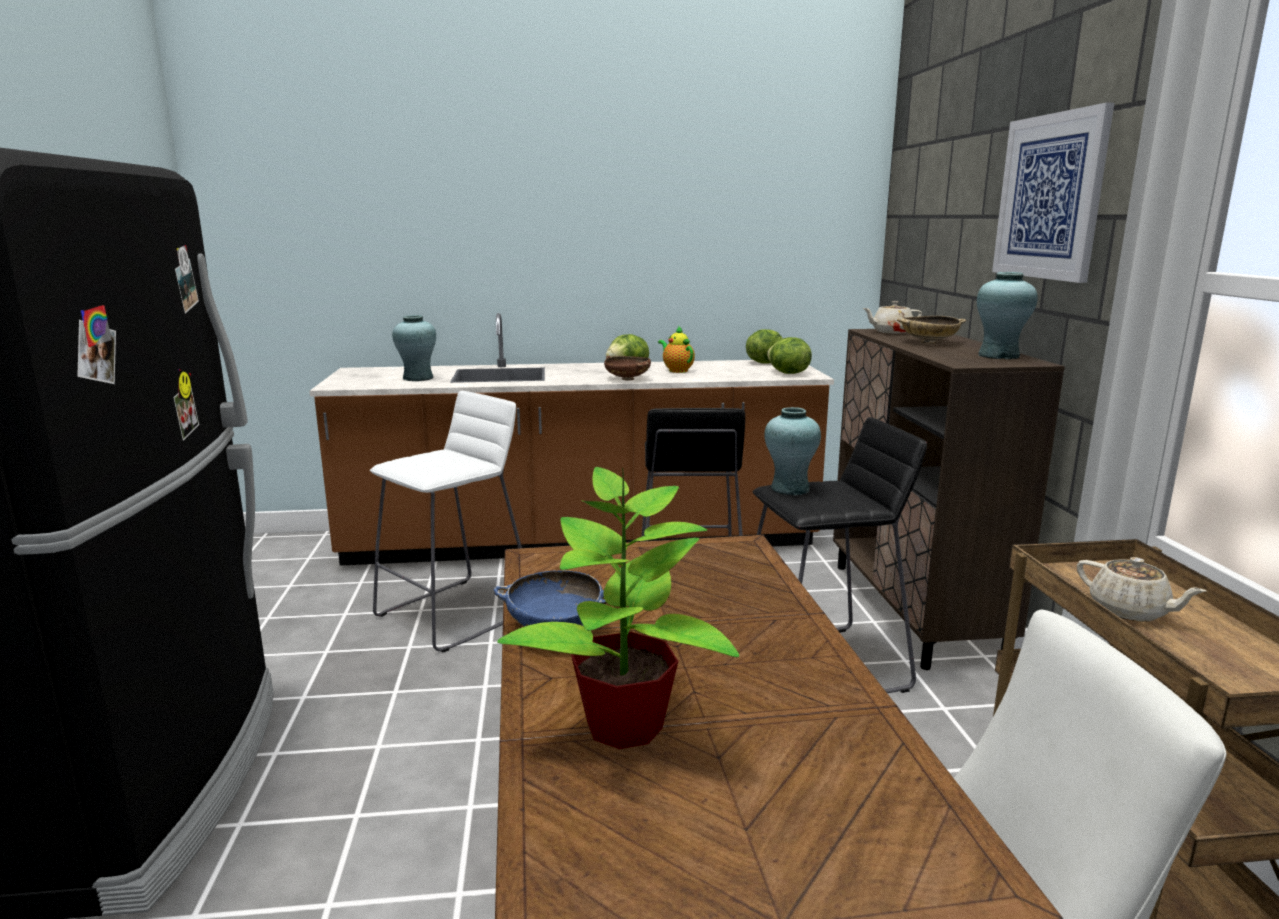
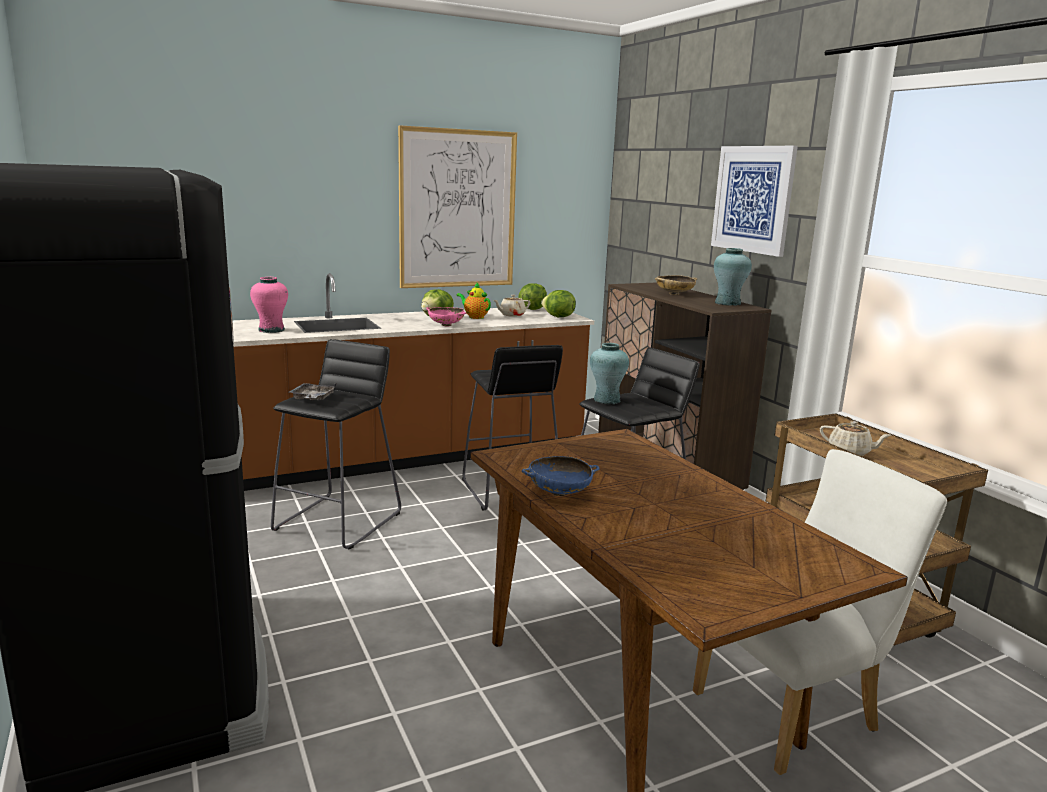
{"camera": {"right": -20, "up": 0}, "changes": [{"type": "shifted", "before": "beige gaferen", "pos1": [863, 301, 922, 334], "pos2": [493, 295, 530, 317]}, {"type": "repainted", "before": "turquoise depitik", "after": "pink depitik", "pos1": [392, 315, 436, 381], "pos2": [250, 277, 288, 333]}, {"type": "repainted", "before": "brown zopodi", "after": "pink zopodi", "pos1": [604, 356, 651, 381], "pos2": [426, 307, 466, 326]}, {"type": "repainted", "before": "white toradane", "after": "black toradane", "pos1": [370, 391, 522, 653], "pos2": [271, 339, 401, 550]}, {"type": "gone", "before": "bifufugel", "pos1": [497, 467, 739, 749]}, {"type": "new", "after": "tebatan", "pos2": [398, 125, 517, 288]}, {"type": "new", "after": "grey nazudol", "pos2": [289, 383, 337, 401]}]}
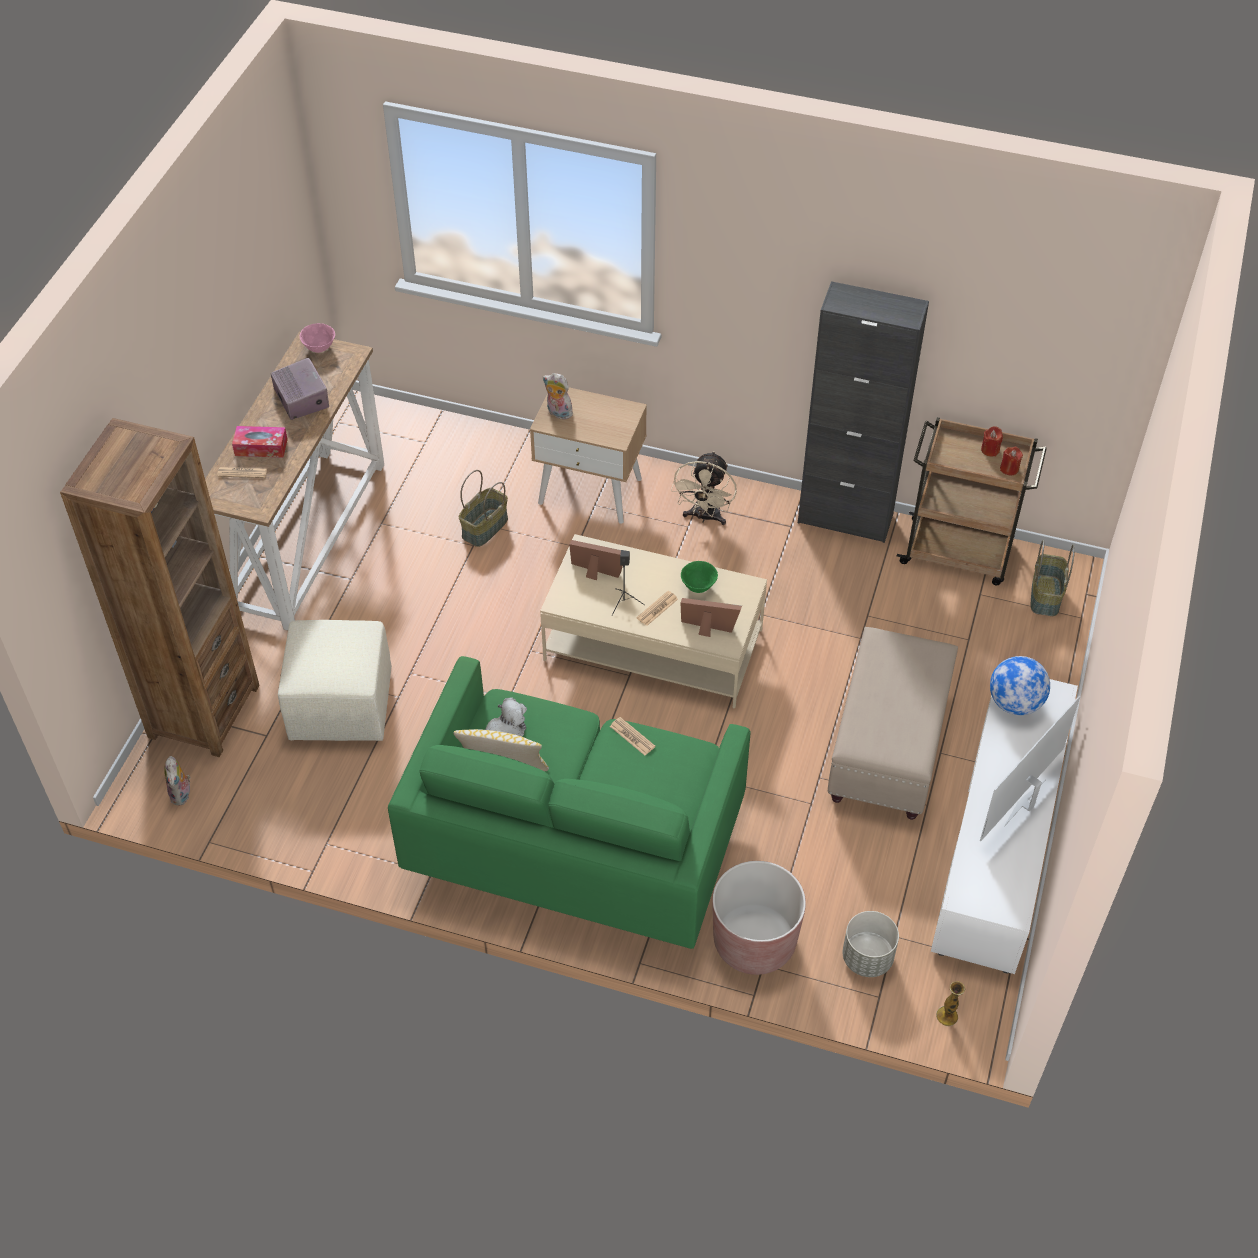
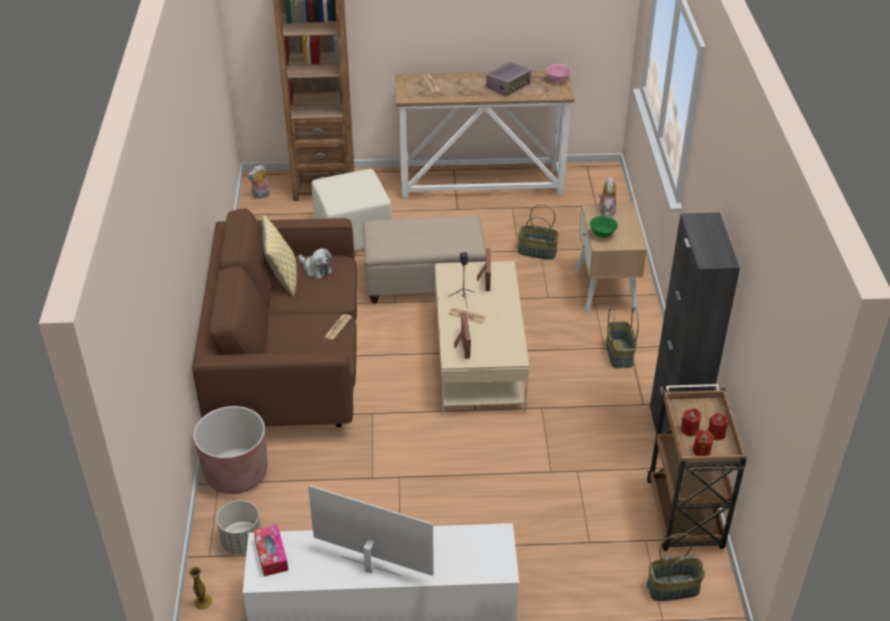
{"camera": {"right": 70, "up": -10}, "changes": [{"type": "shifted", "before": "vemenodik", "pos1": [232, 426, 288, 458], "pos2": [253, 524, 288, 576]}, {"type": "swapped", "before": "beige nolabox", "after": "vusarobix", "pos1": [671, 451, 737, 525], "pos2": [606, 307, 639, 369]}, {"type": "shifted", "before": "green zopodi", "pos1": [681, 561, 718, 593], "pos2": [590, 216, 618, 238]}, {"type": "shifted", "before": "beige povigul", "pos1": [828, 627, 958, 820], "pos2": [363, 216, 486, 304]}, {"type": "repainted", "before": "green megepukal", "after": "brown megepukal", "pos1": [388, 656, 751, 949], "pos2": [192, 208, 358, 427]}, {"type": "gone", "before": "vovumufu", "pos1": [990, 656, 1050, 715]}, {"type": "new", "after": "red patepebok", "pos2": [681, 408, 701, 437]}]}
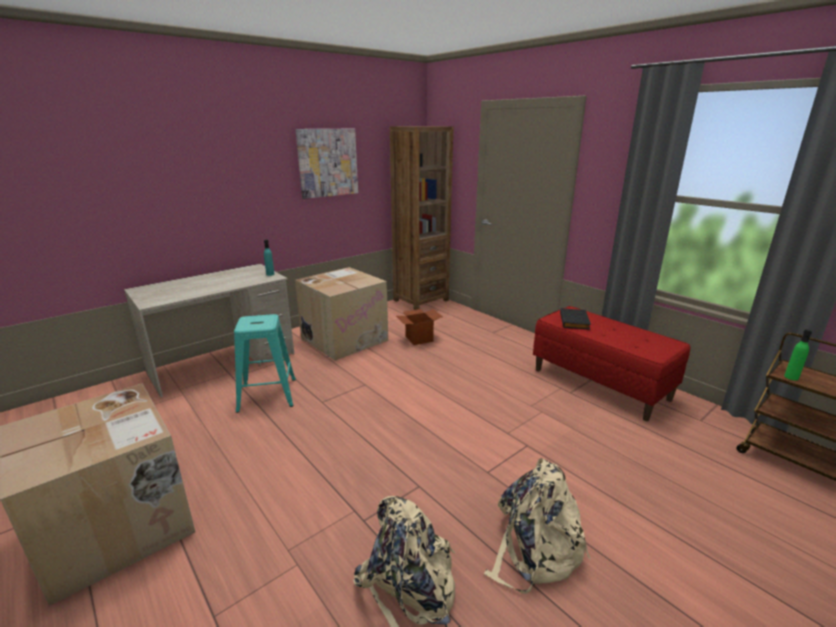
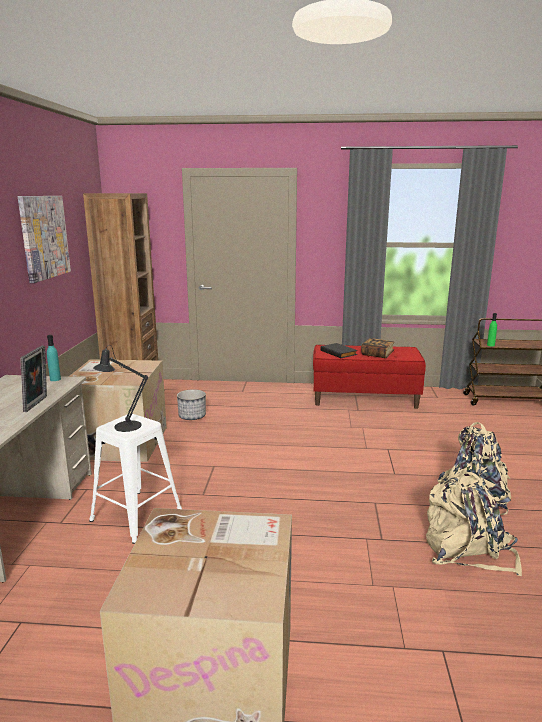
{"camera": {"right": -45, "up": -5}, "changes": [{"type": "swapped", "before": "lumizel", "after": "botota", "pos1": [396, 309, 443, 345], "pos2": [177, 389, 206, 420]}, {"type": "repainted", "before": "turquoise toradane", "after": "white toradane", "pos1": [234, 314, 296, 413], "pos2": [89, 414, 182, 544]}, {"type": "new", "after": "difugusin", "pos2": [361, 338, 394, 358]}, {"type": "new", "after": "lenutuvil", "pos2": [20, 346, 47, 412]}, {"type": "new", "after": "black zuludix", "pos2": [93, 346, 148, 432]}]}
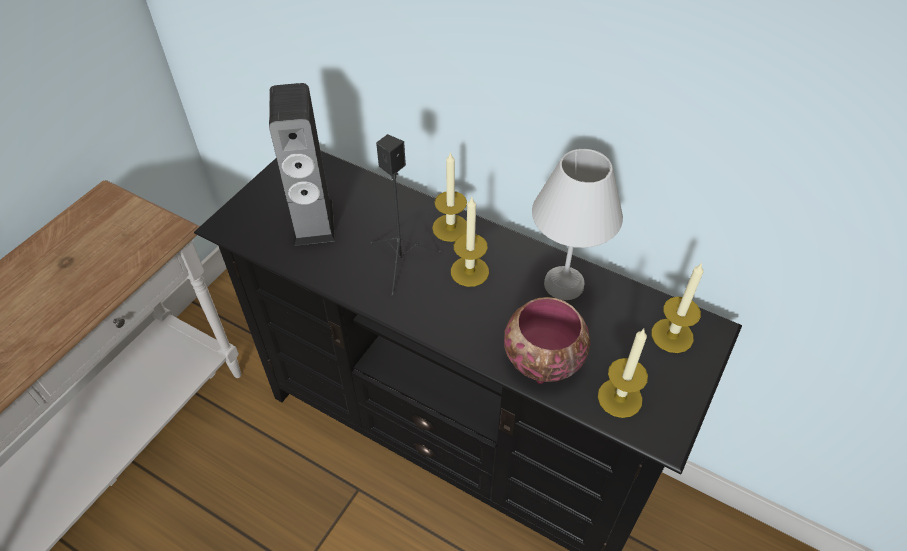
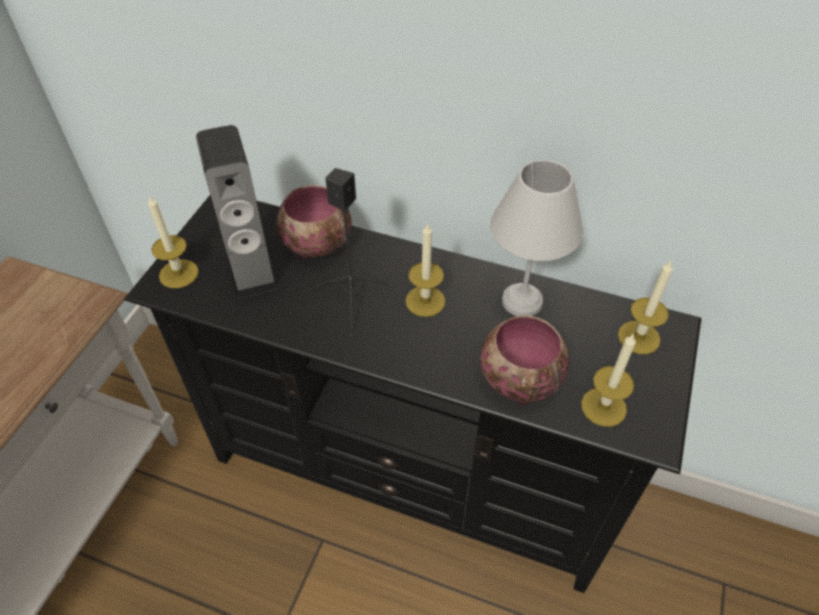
{"camera": {"right": -10, "up": 0}, "changes": [{"type": "shifted", "before": "patepebok", "pos1": [432, 151, 467, 242], "pos2": [148, 195, 199, 288]}, {"type": "new", "after": "zopodi", "pos2": [276, 185, 352, 259]}]}
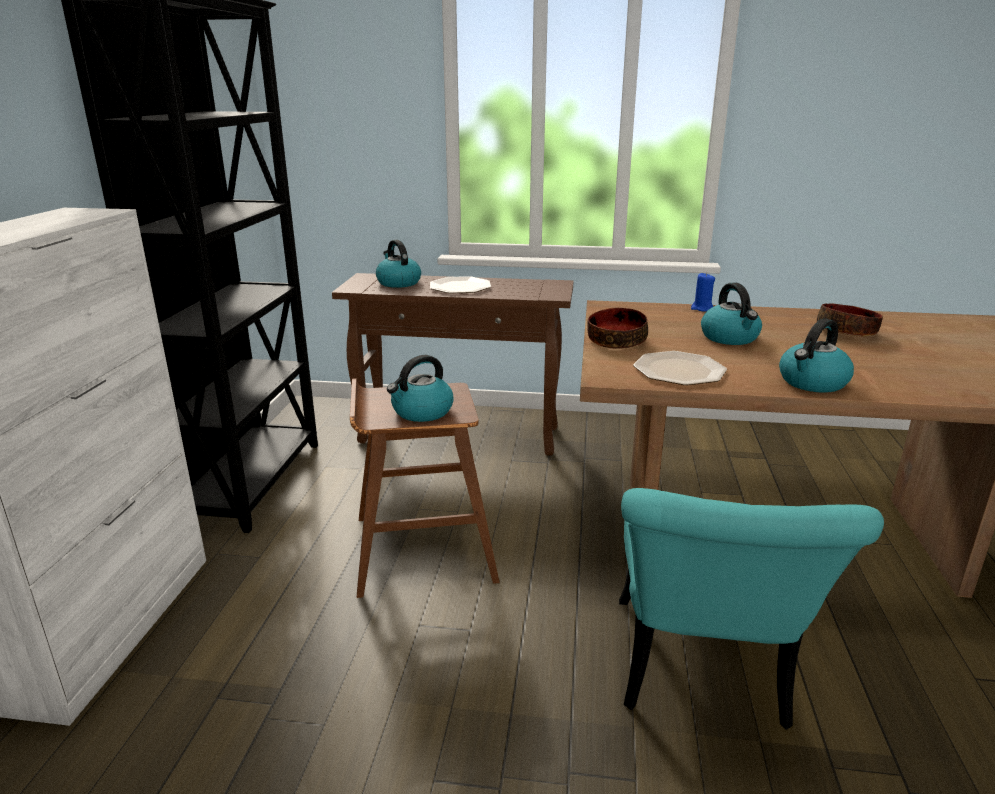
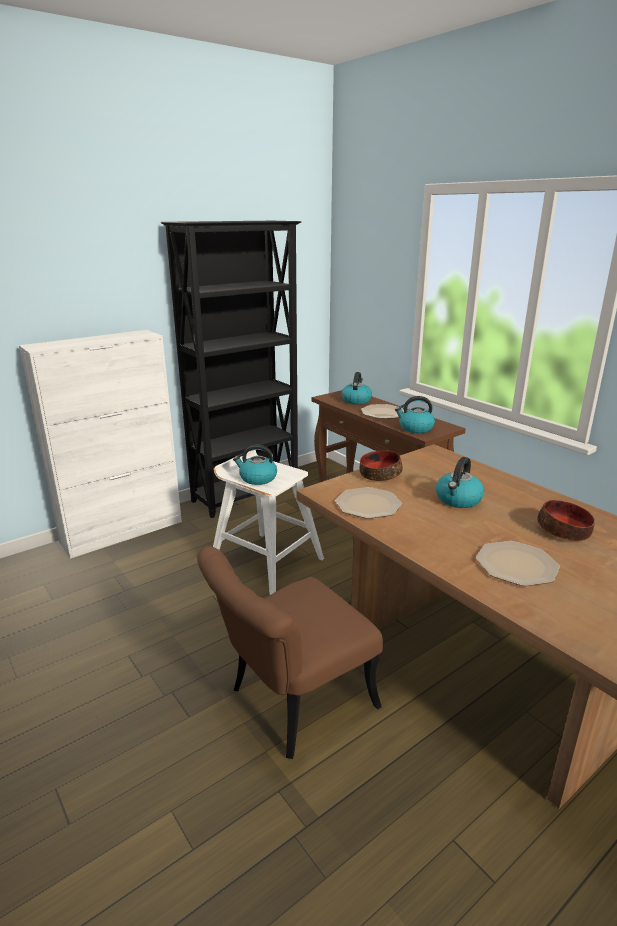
{"camera": {"right": 45, "up": 0}, "changes": [{"type": "gone", "before": "blue patepebok", "pos1": [691, 273, 715, 311]}, {"type": "shifted", "before": "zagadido", "pos1": [779, 319, 854, 393], "pos2": [395, 396, 435, 433]}, {"type": "repainted", "before": "brown toradane", "after": "white toradane", "pos1": [350, 378, 500, 598], "pos2": [213, 450, 324, 595]}, {"type": "repainted", "before": "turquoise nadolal", "after": "brown nadolal", "pos1": [619, 488, 884, 730], "pos2": [197, 546, 383, 759]}, {"type": "new", "after": "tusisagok", "pos2": [476, 541, 560, 586]}]}
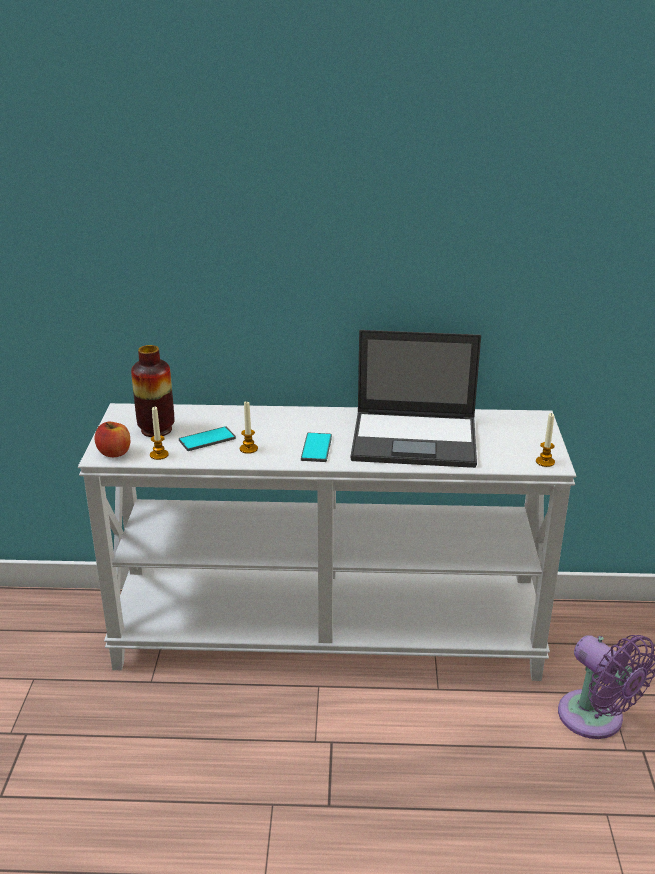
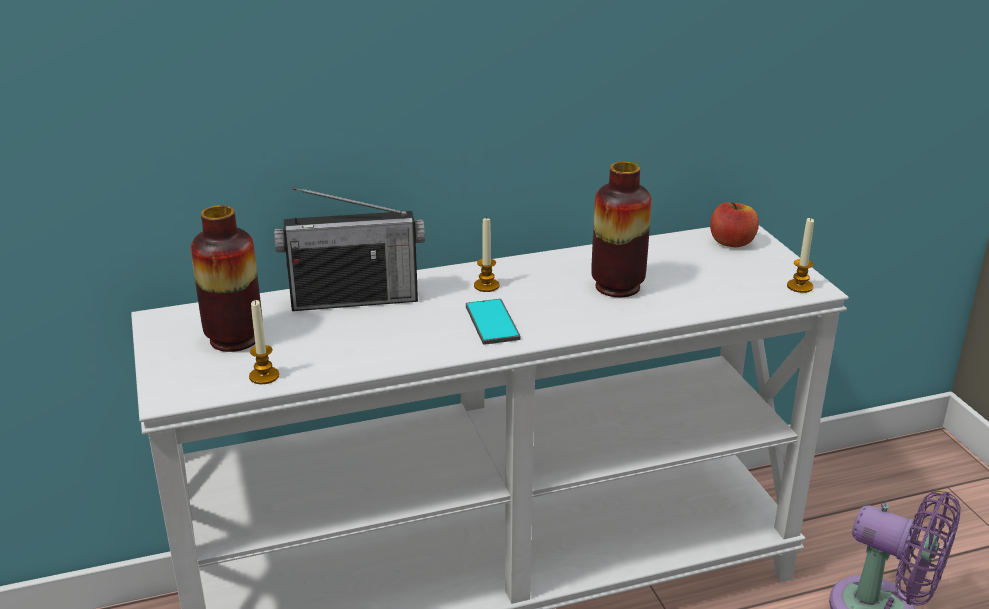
{"camera": {"right": -20, "up": 0}, "changes": [{"type": "swapped", "before": "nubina", "after": "depitik", "pos1": [350, 330, 481, 468], "pos2": [591, 162, 652, 297]}, {"type": "shifted", "before": "patepebok", "pos1": [240, 400, 258, 454], "pos2": [474, 216, 500, 292]}, {"type": "shifted", "before": "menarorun", "pos1": [95, 422, 130, 457], "pos2": [710, 202, 759, 247]}, {"type": "gone", "before": "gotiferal", "pos1": [179, 426, 236, 451]}, {"type": "new", "after": "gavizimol", "pos2": [274, 187, 425, 311]}]}
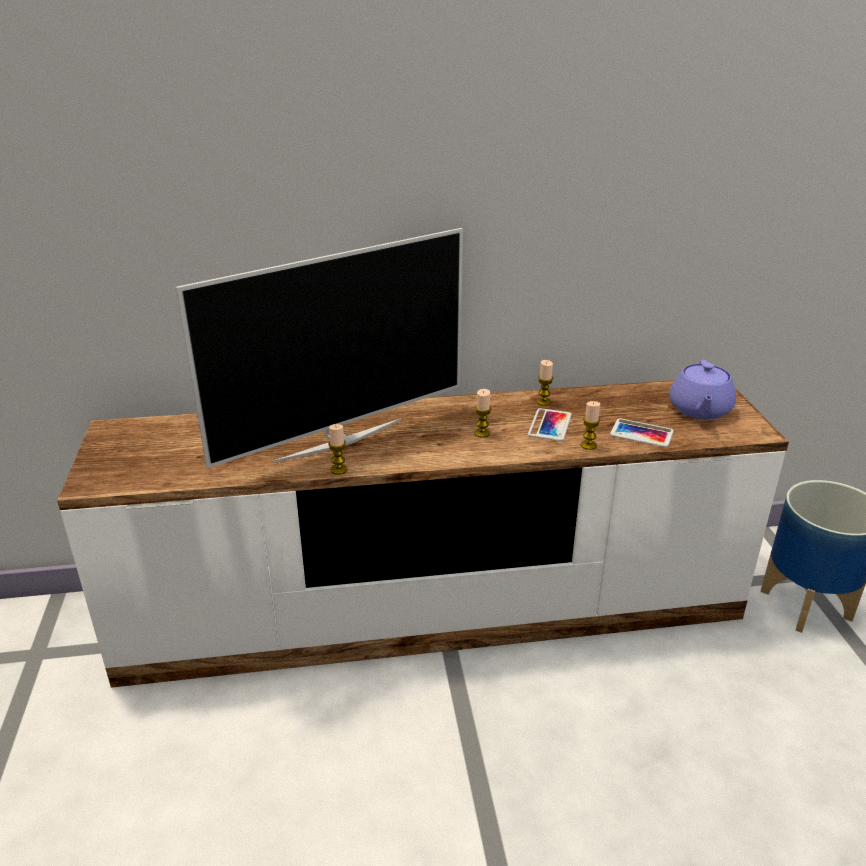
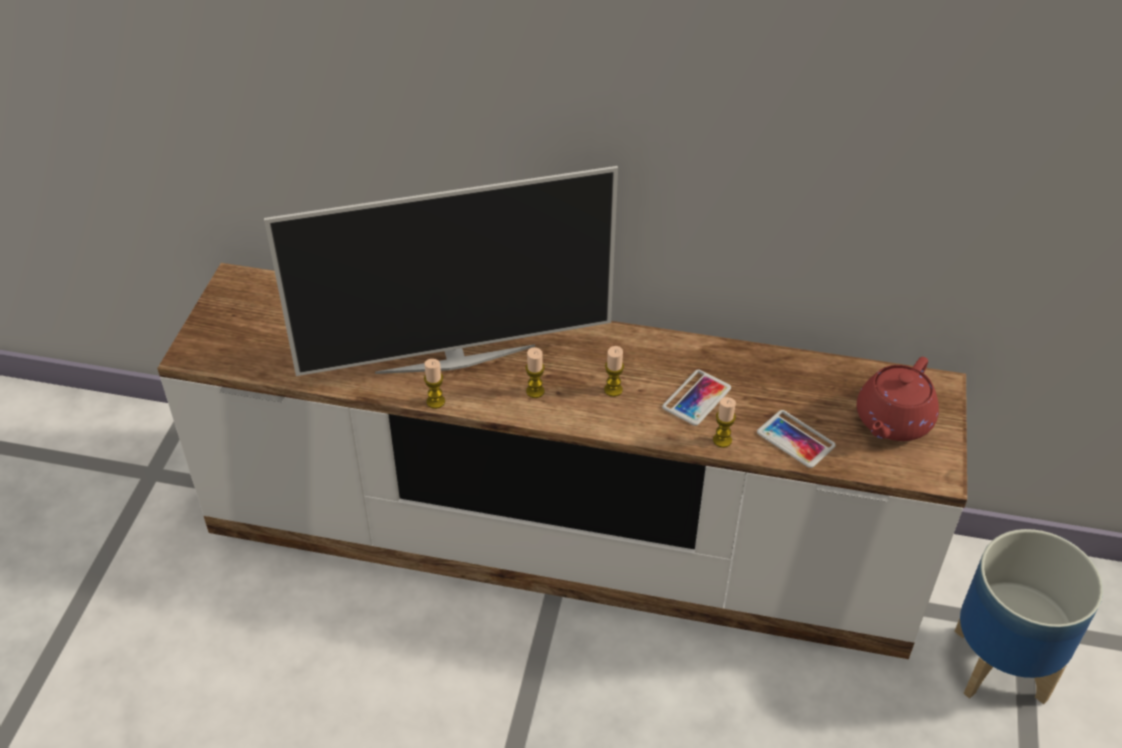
{"camera": {"right": 20, "up": 15}, "changes": [{"type": "shifted", "before": "patepebok", "pos1": [536, 360, 553, 406], "pos2": [525, 347, 545, 398]}, {"type": "repainted", "before": "purple gaferen", "after": "red gaferen", "pos1": [669, 360, 736, 419], "pos2": [857, 357, 939, 441]}]}
